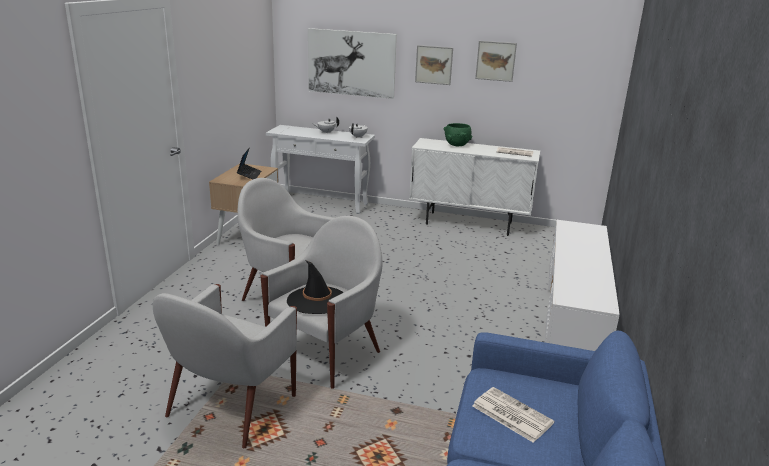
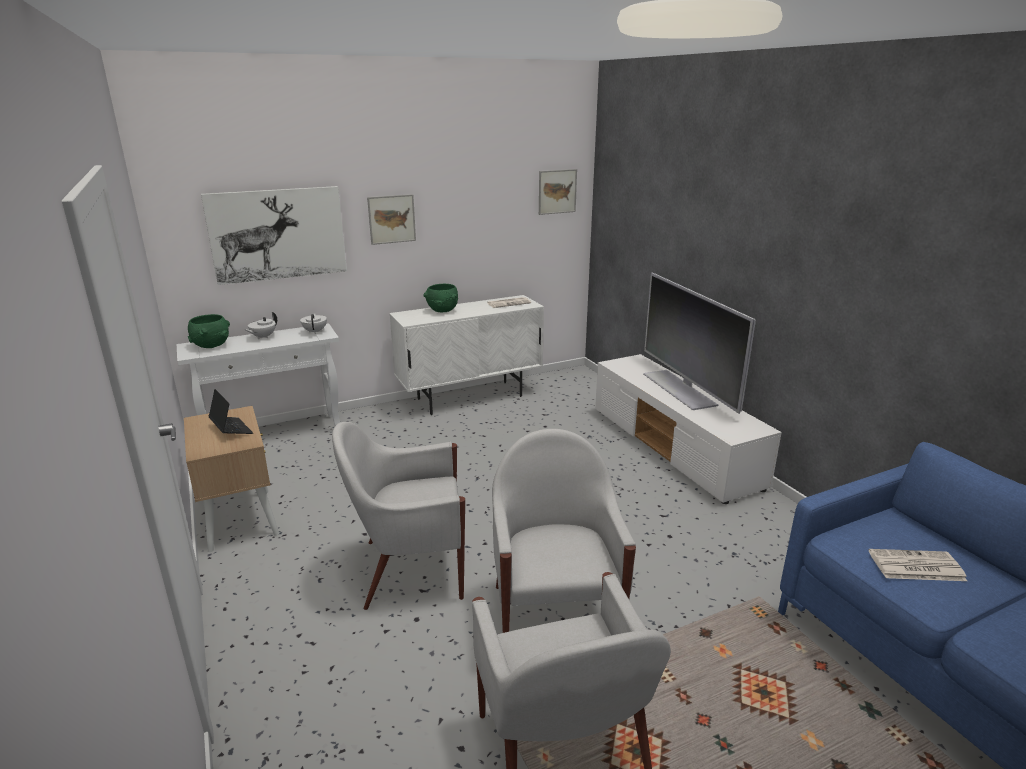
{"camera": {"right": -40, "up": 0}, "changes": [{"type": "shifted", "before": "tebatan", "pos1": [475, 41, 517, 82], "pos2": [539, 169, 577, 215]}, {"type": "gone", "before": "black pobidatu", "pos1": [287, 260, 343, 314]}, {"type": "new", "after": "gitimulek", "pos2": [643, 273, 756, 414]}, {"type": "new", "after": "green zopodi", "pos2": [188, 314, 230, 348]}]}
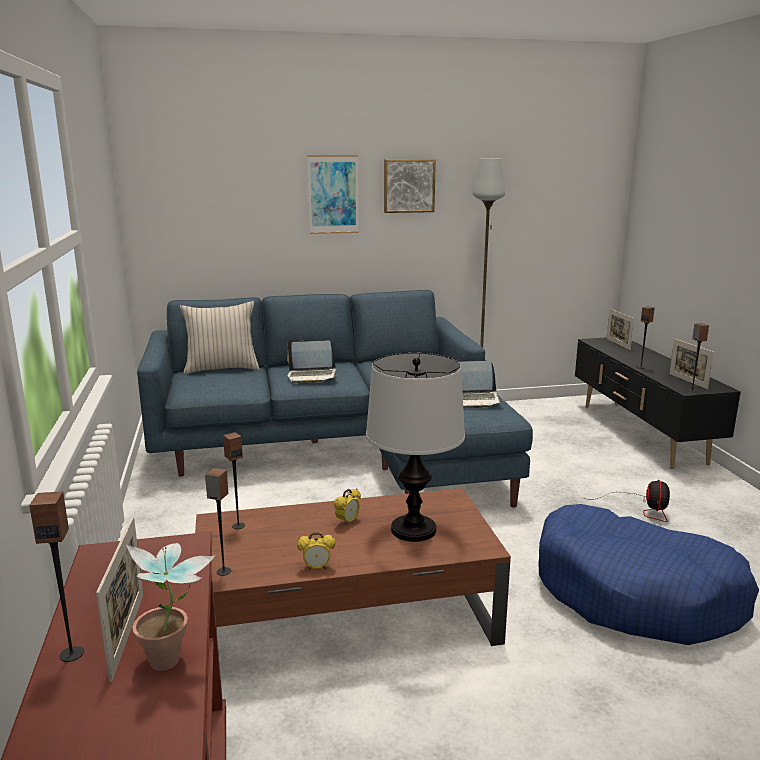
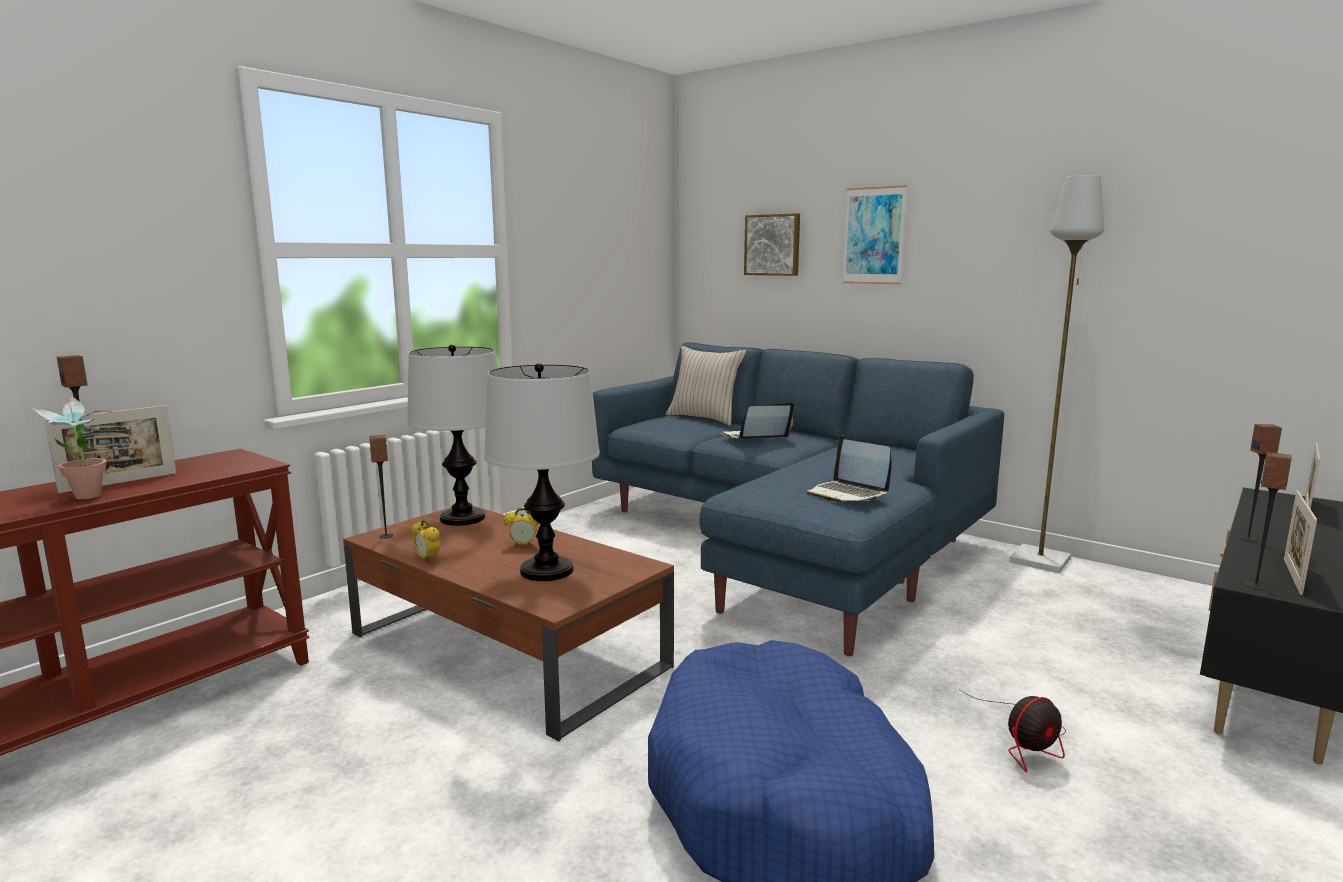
{"camera": {"right": 50, "up": -5}, "changes": [{"type": "shifted", "before": "tebatan", "pos1": [384, 159, 436, 213], "pos2": [744, 213, 800, 276]}, {"type": "rotated", "before": "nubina", "pos1": [287, 340, 337, 383], "pos2": [721, 403, 795, 439], "turn": 105}, {"type": "swapped", "before": "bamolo", "after": "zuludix", "pos1": [223, 432, 245, 529], "pos2": [407, 345, 498, 526]}]}
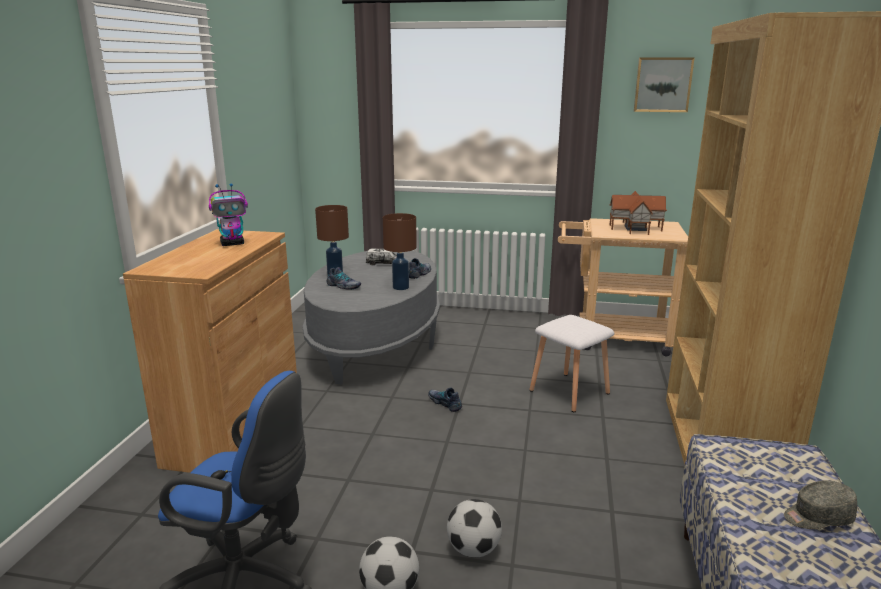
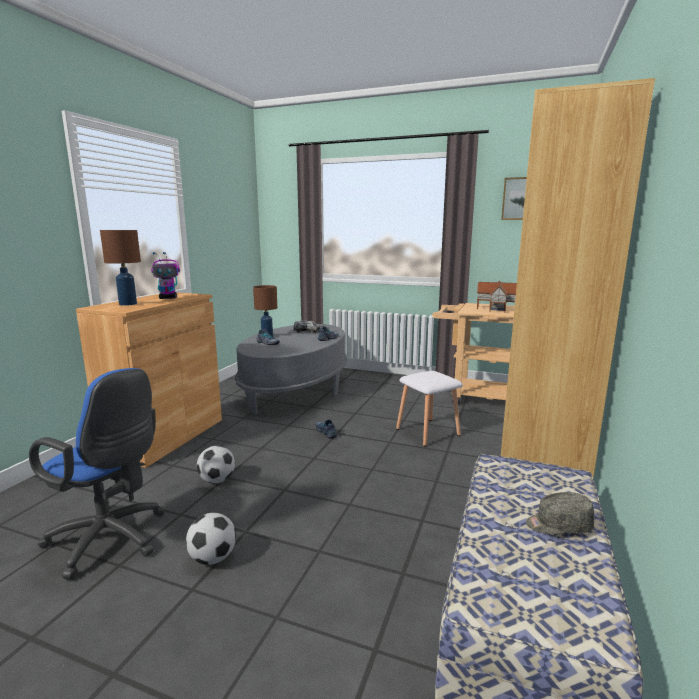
{"camera": {"right": 10, "up": -5}, "changes": [{"type": "shifted", "before": "brown zuludix", "pos1": [383, 213, 417, 290], "pos2": [100, 230, 141, 306]}, {"type": "shifted", "before": "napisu", "pos1": [447, 499, 502, 558], "pos2": [197, 446, 235, 484]}]}
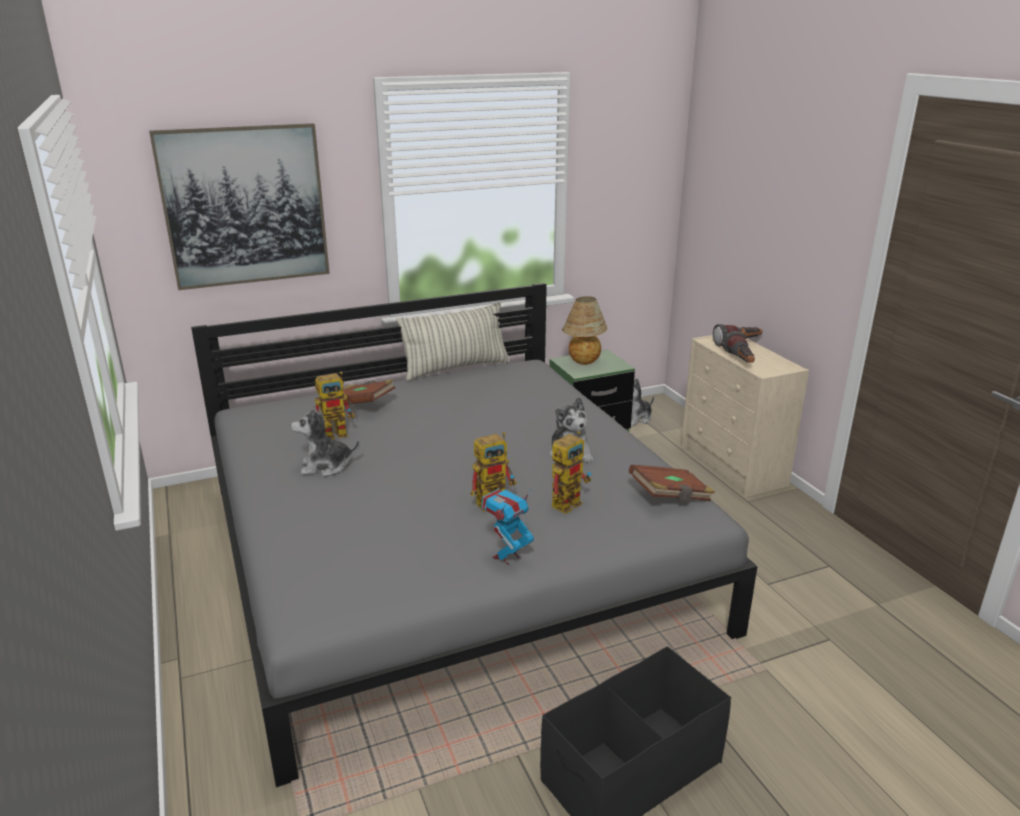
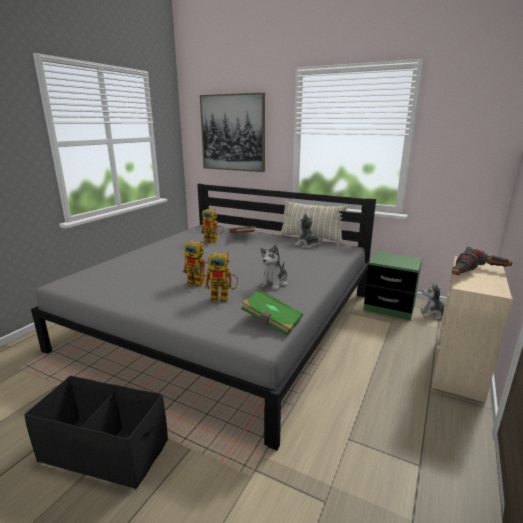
{"camera": {"right": 50, "up": -5}, "changes": [{"type": "gone", "before": "zuludix", "pos1": [562, 296, 607, 365]}, {"type": "shifted", "before": "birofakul", "pos1": [291, 406, 360, 477], "pos2": [294, 214, 323, 248]}, {"type": "repainted", "before": "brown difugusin", "after": "green difugusin", "pos1": [629, 465, 715, 502], "pos2": [241, 290, 303, 335]}, {"type": "gone", "before": "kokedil", "pos1": [482, 488, 534, 565]}]}
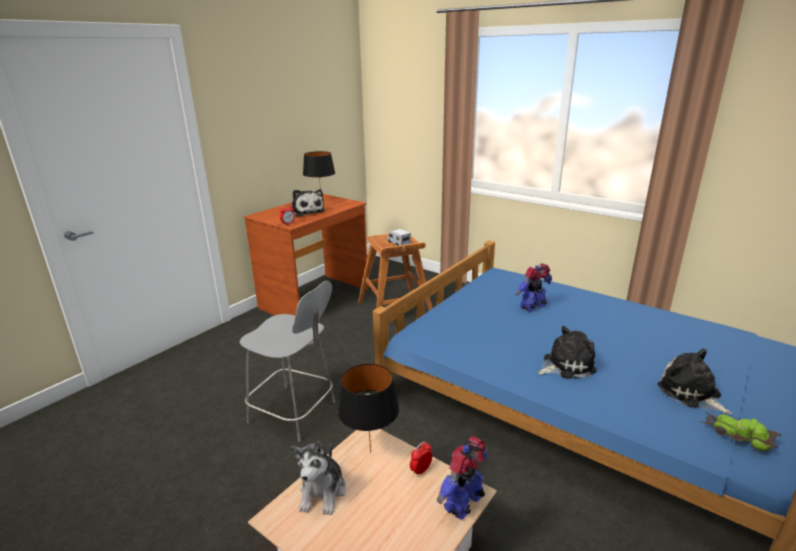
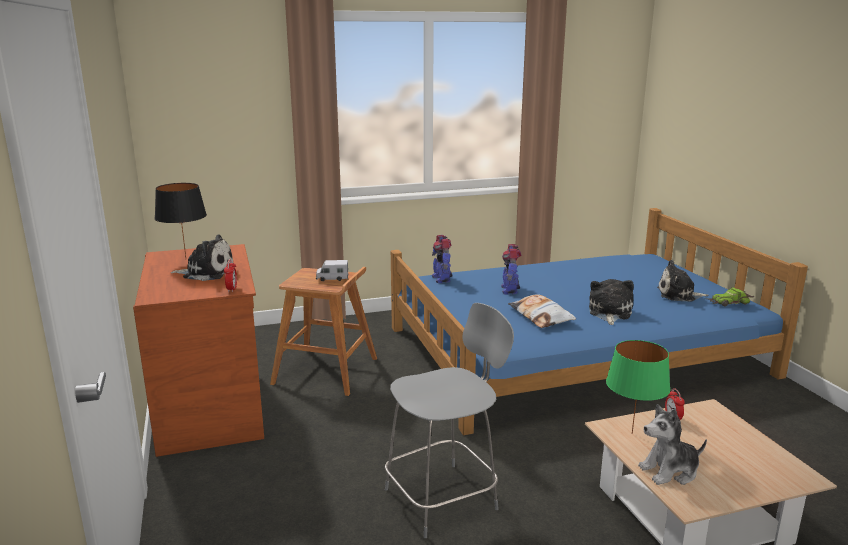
{"camera": {"right": -55, "up": -5}, "changes": [{"type": "repainted", "before": "black zuludix", "after": "green zuludix", "pos1": [337, 364, 399, 453], "pos2": [606, 340, 670, 434]}, {"type": "shifted", "before": "kokedil", "pos1": [437, 436, 488, 520], "pos2": [432, 235, 453, 283]}, {"type": "rotated", "before": "birofakul", "pos1": [291, 441, 346, 515], "pos2": [638, 404, 707, 485], "turn": 120}, {"type": "new", "after": "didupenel", "pos2": [508, 294, 576, 328]}]}
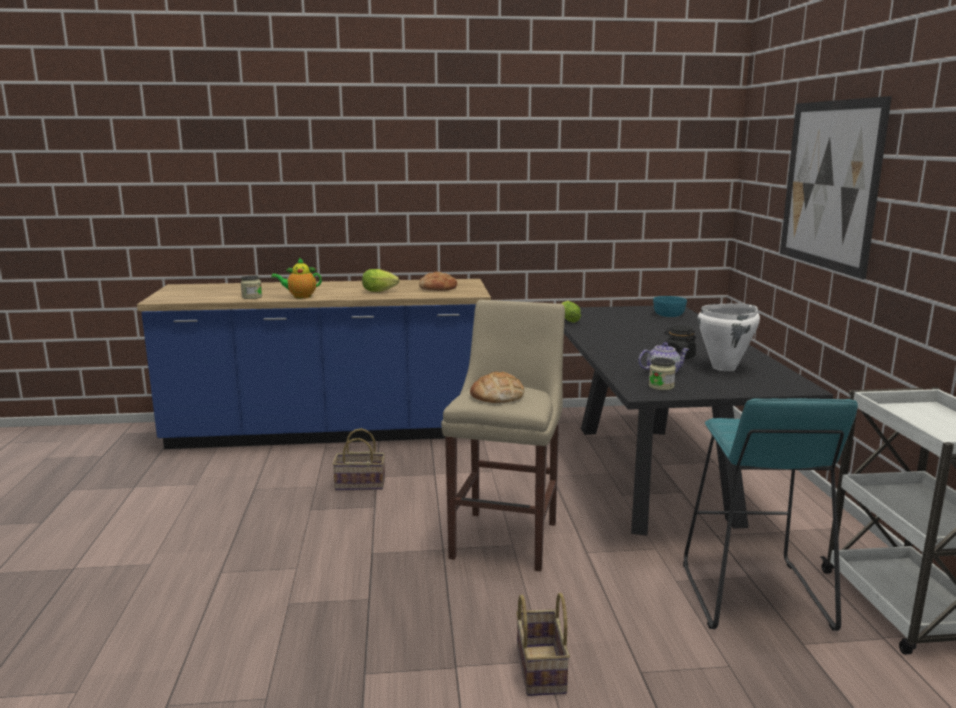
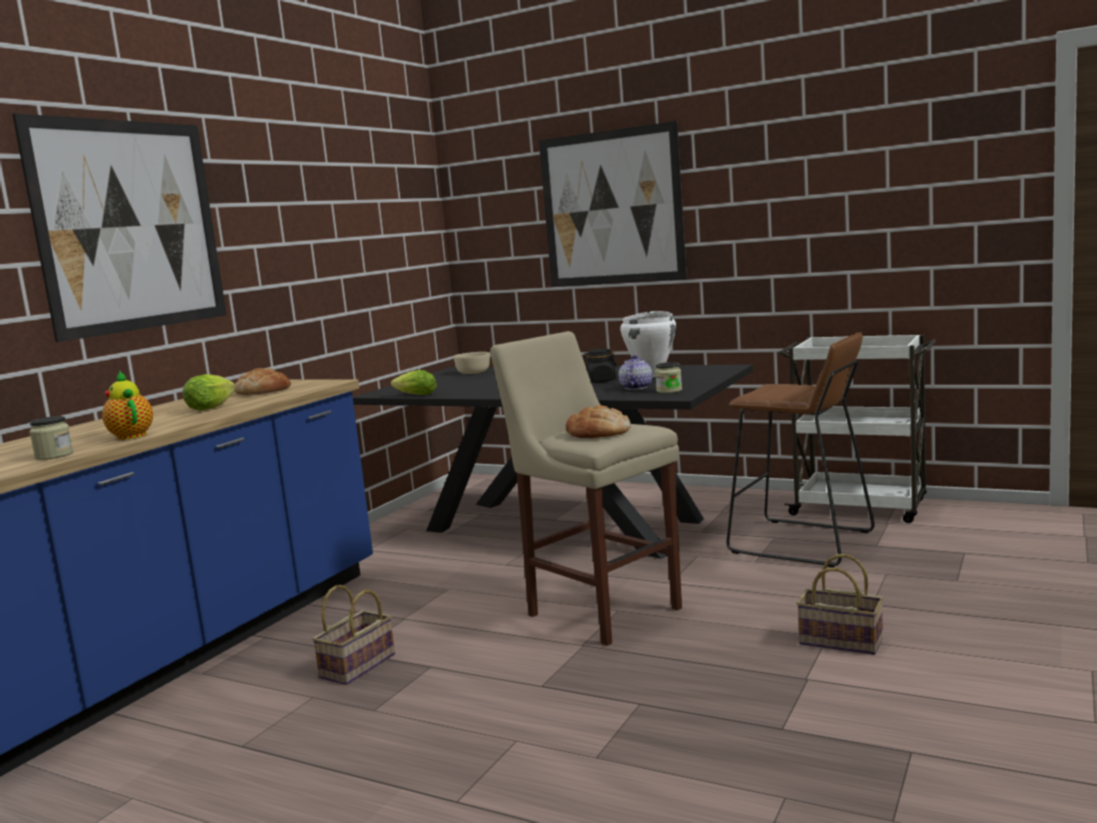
{"camera": {"right": -55, "up": -5}, "changes": [{"type": "rotated", "before": "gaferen", "pos1": [271, 258, 322, 298], "pos2": [102, 371, 153, 440], "turn": 120}, {"type": "repainted", "before": "turquoise zopodi", "after": "beige zopodi", "pos1": [653, 296, 687, 317], "pos2": [453, 352, 490, 374]}, {"type": "repainted", "before": "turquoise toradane", "after": "brown toradane", "pos1": [683, 398, 858, 631], "pos2": [726, 332, 875, 568]}, {"type": "new", "after": "tebatan", "pos2": [12, 113, 227, 342]}]}
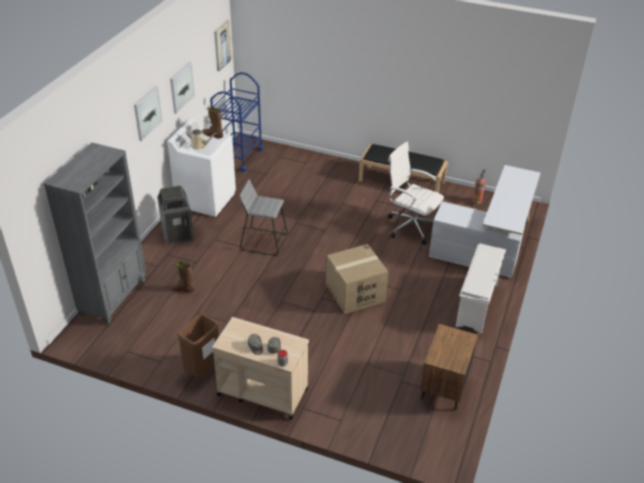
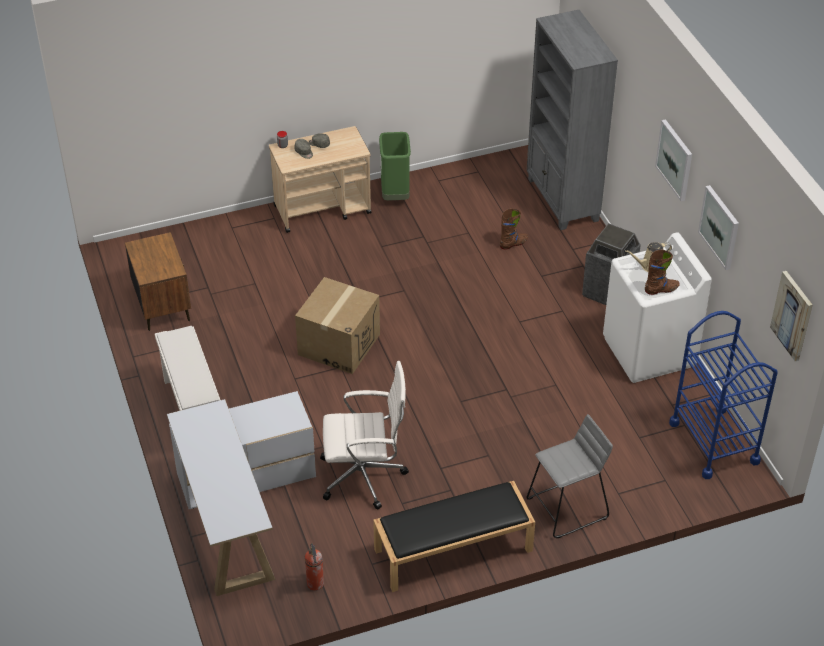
{"camera": {"right": 140, "up": 5}, "changes": [{"type": "shifted", "before": "grey toradane", "pos1": [239, 179, 288, 256], "pos2": [526, 414, 613, 538]}, {"type": "repainted", "before": "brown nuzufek", "after": "green nuzufek", "pos1": [177, 314, 219, 378], "pos2": [379, 132, 411, 201]}]}
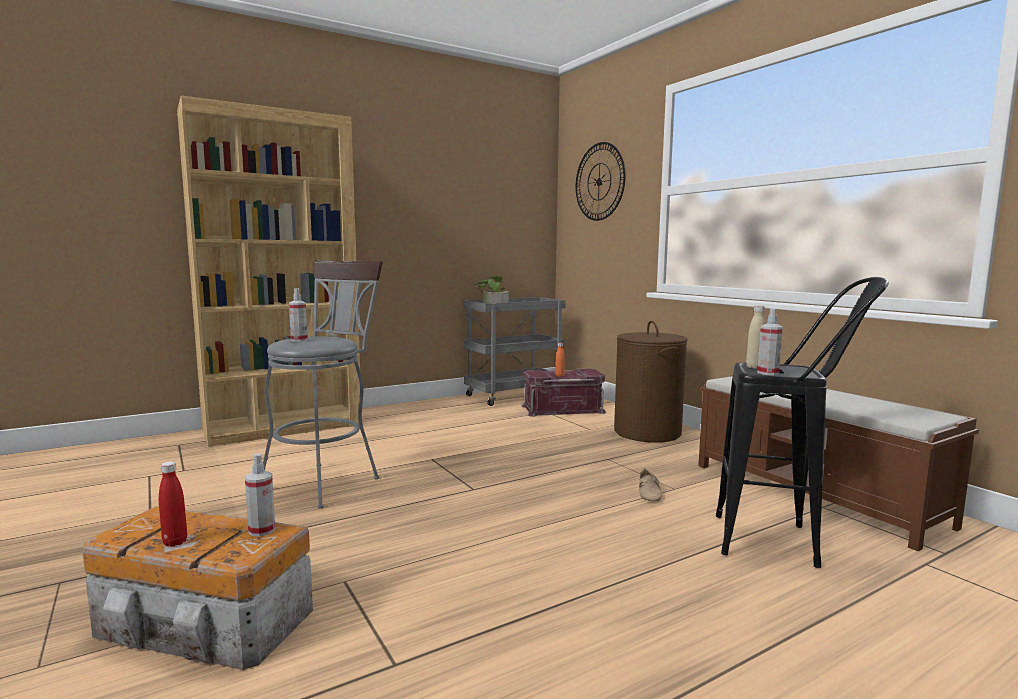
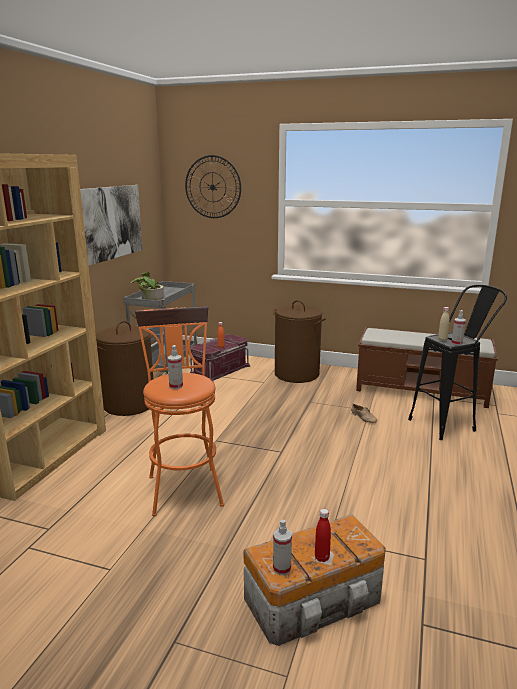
{"camera": {"right": -40, "up": 10}, "changes": [{"type": "repainted", "before": "grey toradane", "after": "orange toradane", "pos1": [263, 260, 383, 509], "pos2": [135, 306, 224, 516]}, {"type": "shifted", "before": "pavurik", "pos1": [245, 453, 275, 537], "pos2": [273, 519, 292, 575]}, {"type": "new", "after": "tebatan", "pos2": [80, 185, 143, 266]}, {"type": "new", "after": "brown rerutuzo", "pos2": [96, 321, 153, 416]}]}
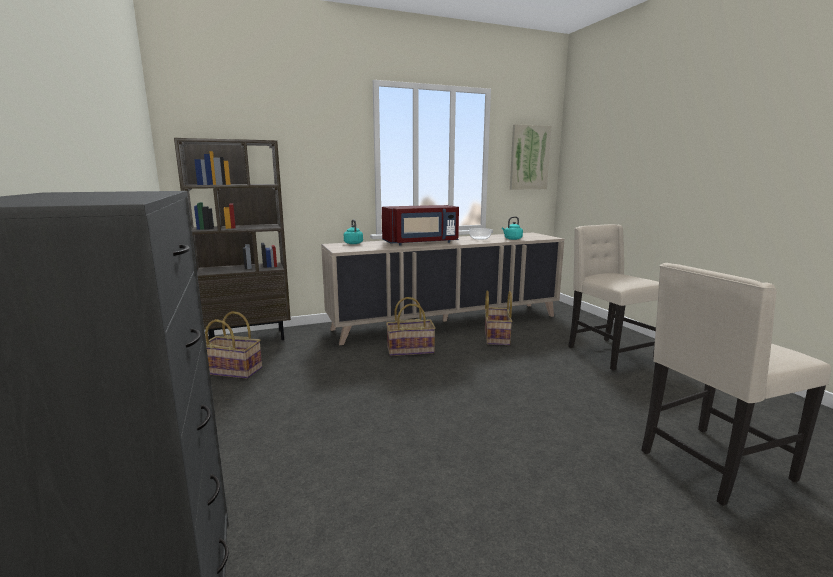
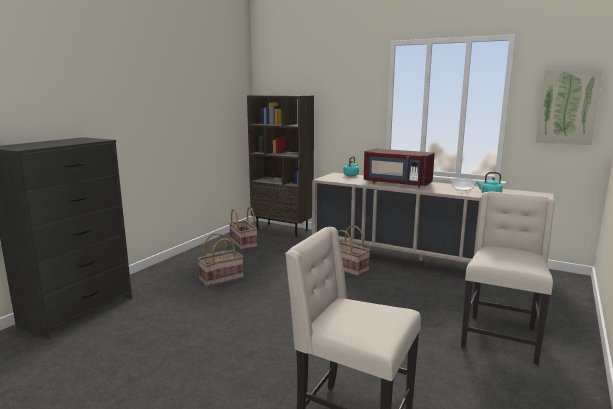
{"camera": {"right": 50, "up": 0}, "changes": [{"type": "shifted", "before": "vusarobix", "pos1": [485, 290, 512, 345], "pos2": [197, 233, 244, 287]}]}
